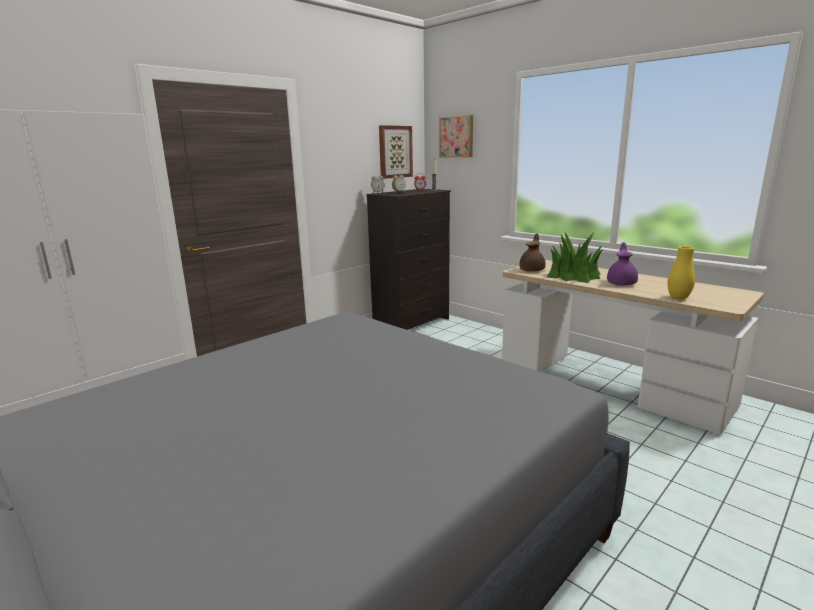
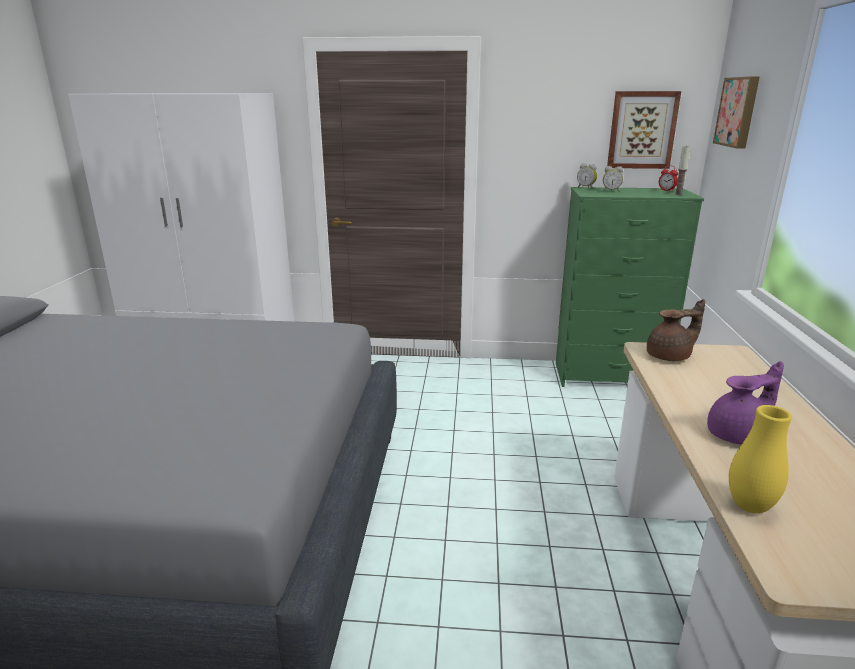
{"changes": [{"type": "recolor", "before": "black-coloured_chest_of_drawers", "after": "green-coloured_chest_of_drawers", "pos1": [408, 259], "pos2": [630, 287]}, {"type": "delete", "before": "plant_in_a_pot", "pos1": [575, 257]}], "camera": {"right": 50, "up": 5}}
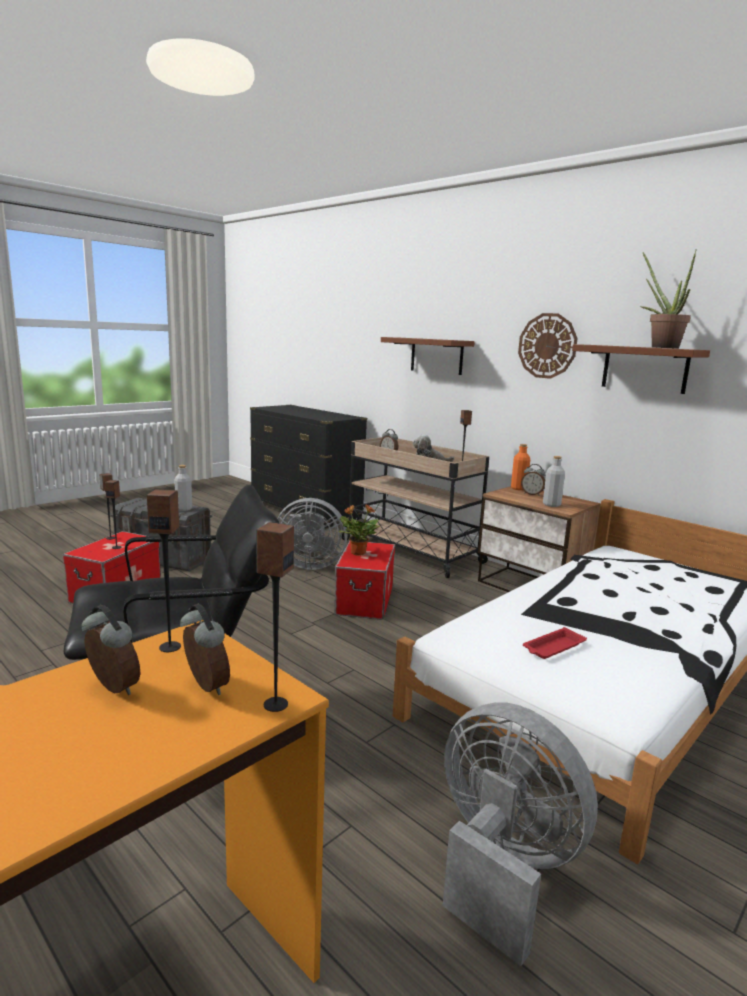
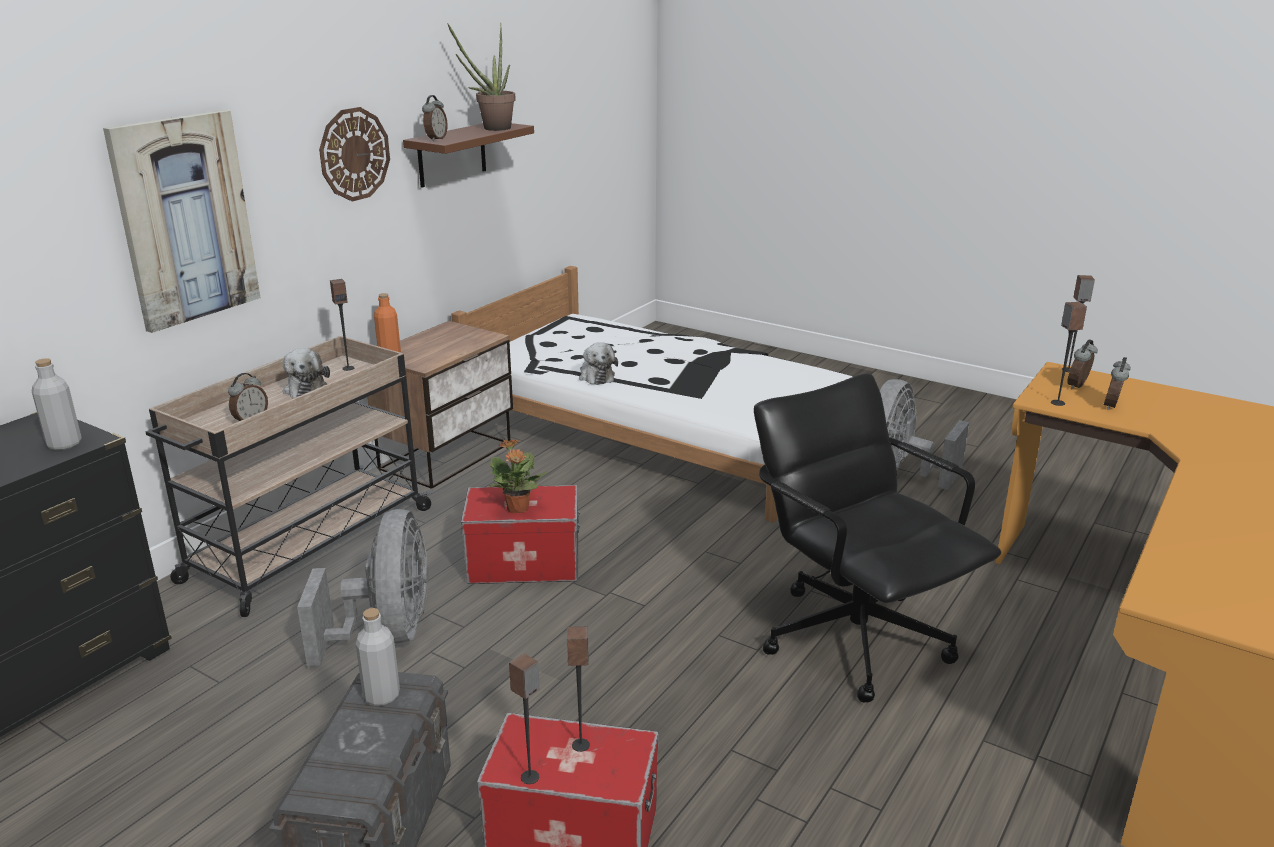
{"changes": [{"type": "replace", "before": "brown_bracket_shelf", "after": "picture", "pos1": [428, 356], "pos2": [182, 221]}, {"type": "move", "before": "grey_beverage_bottle", "pos1": [554, 481], "pos2": [57, 404]}, {"type": "move", "before": "bedside_clock", "pos1": [533, 480], "pos2": [435, 118]}, {"type": "delete", "before": "reddish_serving_tray", "pos1": [555, 643]}, {"type": "insert", "after": "plush_toy", "pos2": [598, 363]}], "camera": {"right": -100, "up": 10}}
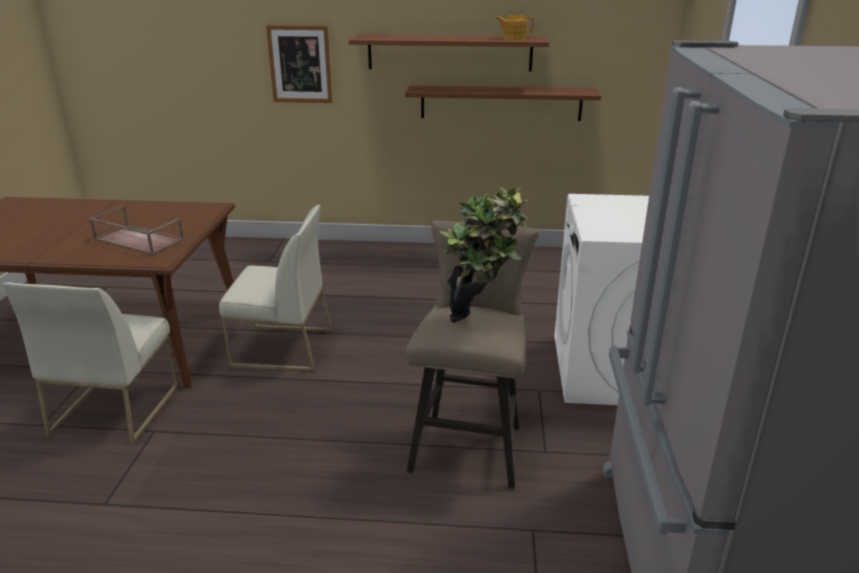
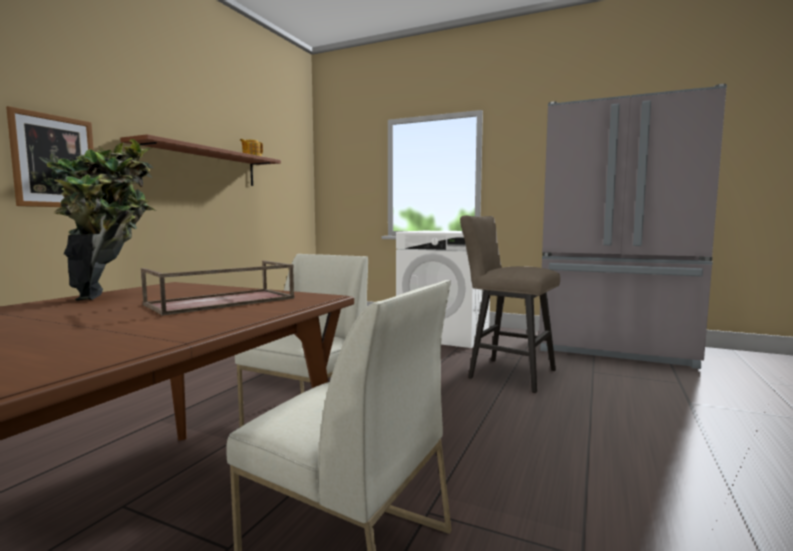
{"changes": [{"type": "delete", "before": "brown_bracket_shelf", "pos1": [503, 103]}, {"type": "move", "before": "plant_in_a_pot", "pos1": [484, 255], "pos2": [102, 220]}], "camera": {"right": -70, "up": -20}}
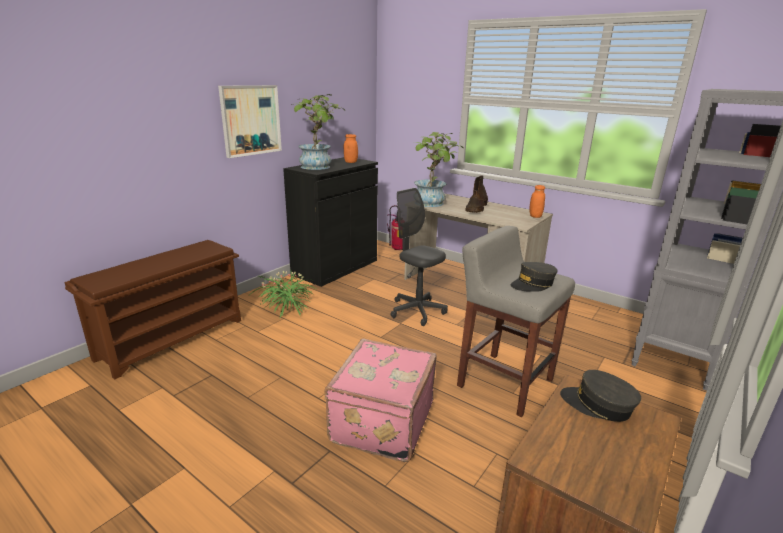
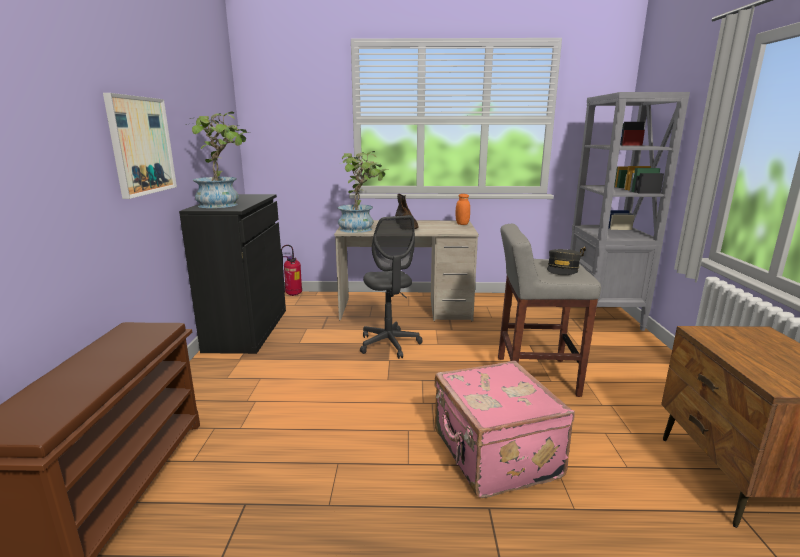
{"changes": [{"type": "delete", "before": "orangey_jar", "pos1": [351, 148]}, {"type": "rotate", "before": "grey_computer_chair", "pos1": [419, 257], "pos2": [391, 287], "turn": -120}, {"type": "delete", "before": "plant_in_a_pot", "pos1": [283, 294]}, {"type": "delete", "before": "grey_baseball_cap", "pos1": [600, 396]}], "camera": {"right": -35, "up": -5}}
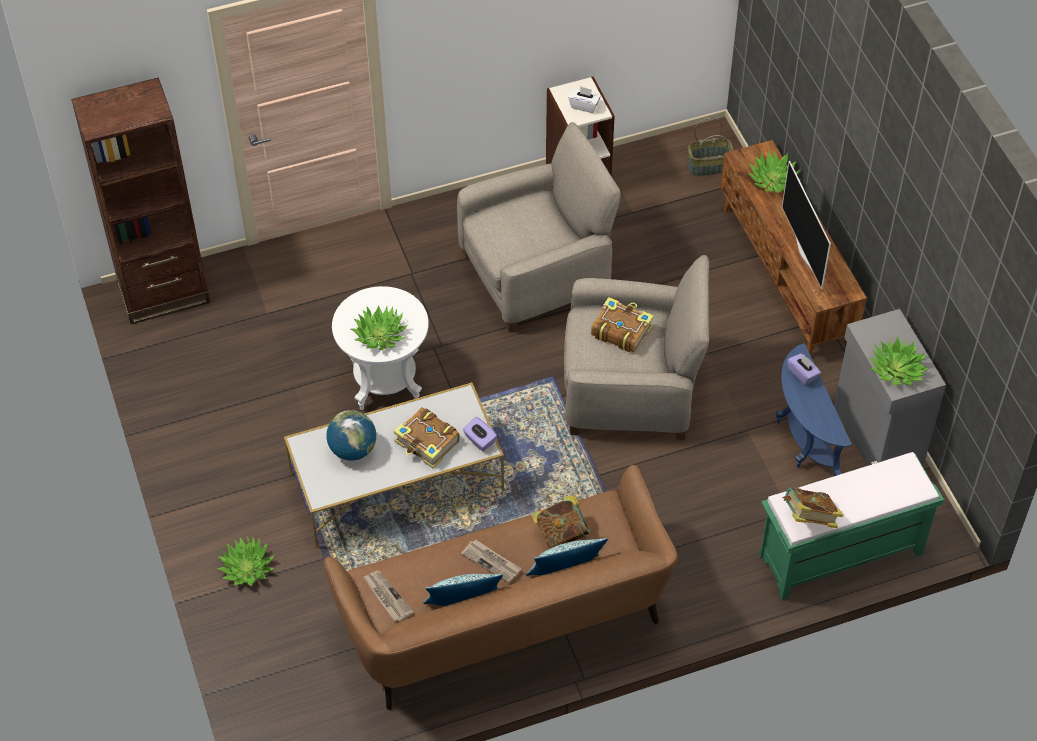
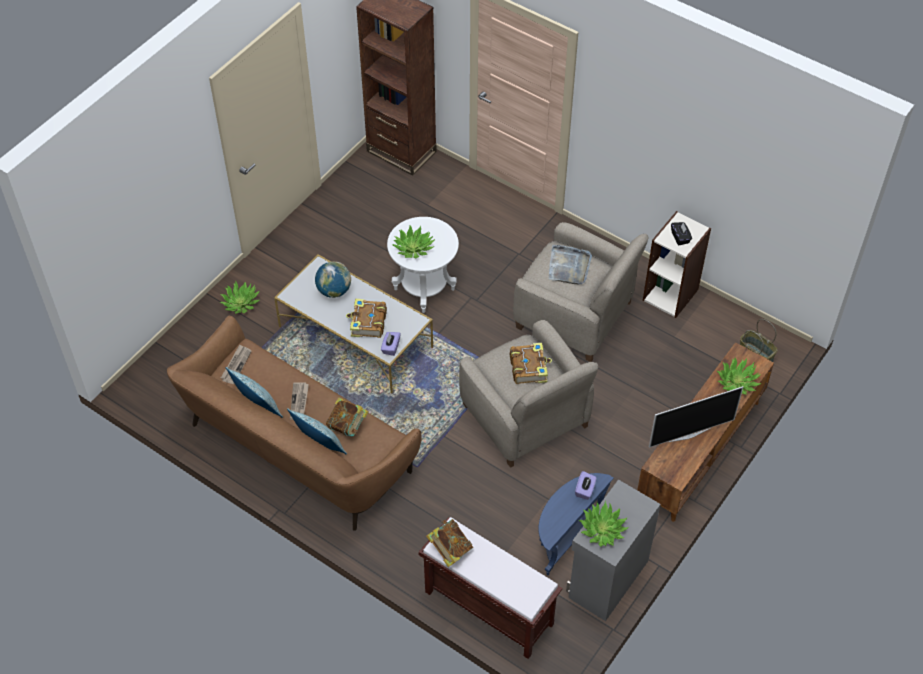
{"changes": [{"type": "recolor", "before": "whitish_tissue_holder", "after": "black-coloured_tissue_holder", "pos1": [585, 99], "pos2": [681, 233]}, {"type": "rotate", "before": "television", "pos1": [806, 225], "pos2": [696, 417], "turn": -150}, {"type": "recolor", "before": "green-coloured_bench", "after": "brown_bench", "pos1": [851, 526], "pos2": [490, 588]}, {"type": "insert", "after": "grey_serving_tray", "pos2": [570, 264]}], "camera": {"right": 55, "up": 0}}
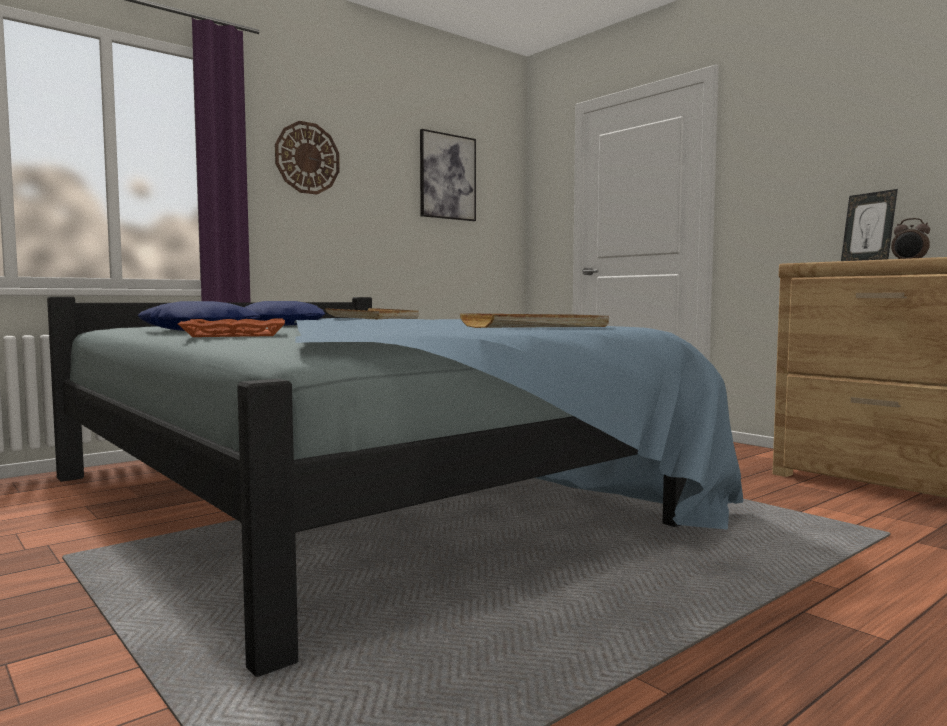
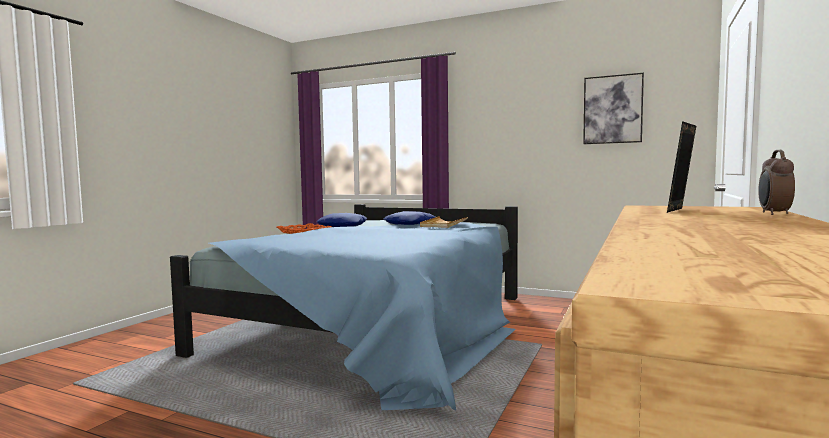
{"changes": [{"type": "delete", "before": "clock_on_the_wall", "pos1": [307, 157]}, {"type": "delete", "before": "beige_serving_tray", "pos1": [534, 320]}], "camera": {"right": 65, "up": 0}}
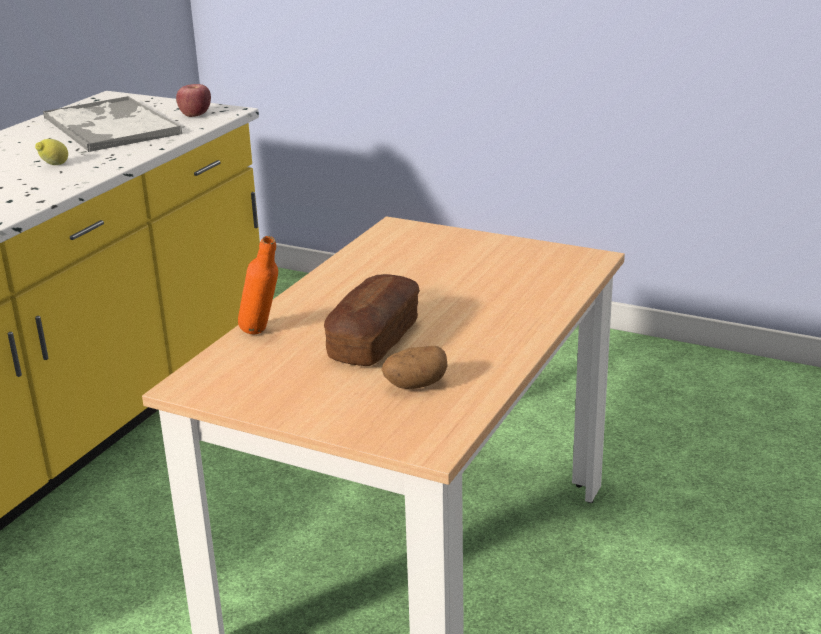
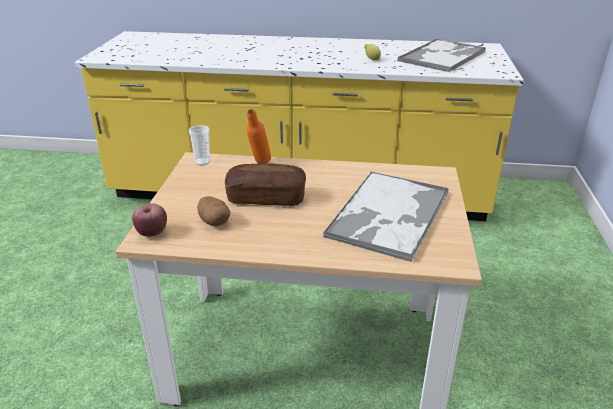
{"changes": [{"type": "move", "before": "whole_apple", "pos1": [193, 100], "pos2": [149, 220]}, {"type": "insert", "after": "cup", "pos2": [199, 145]}, {"type": "insert", "after": "serving_tray", "pos2": [386, 217]}], "camera": {"right": 70, "up": 5}}
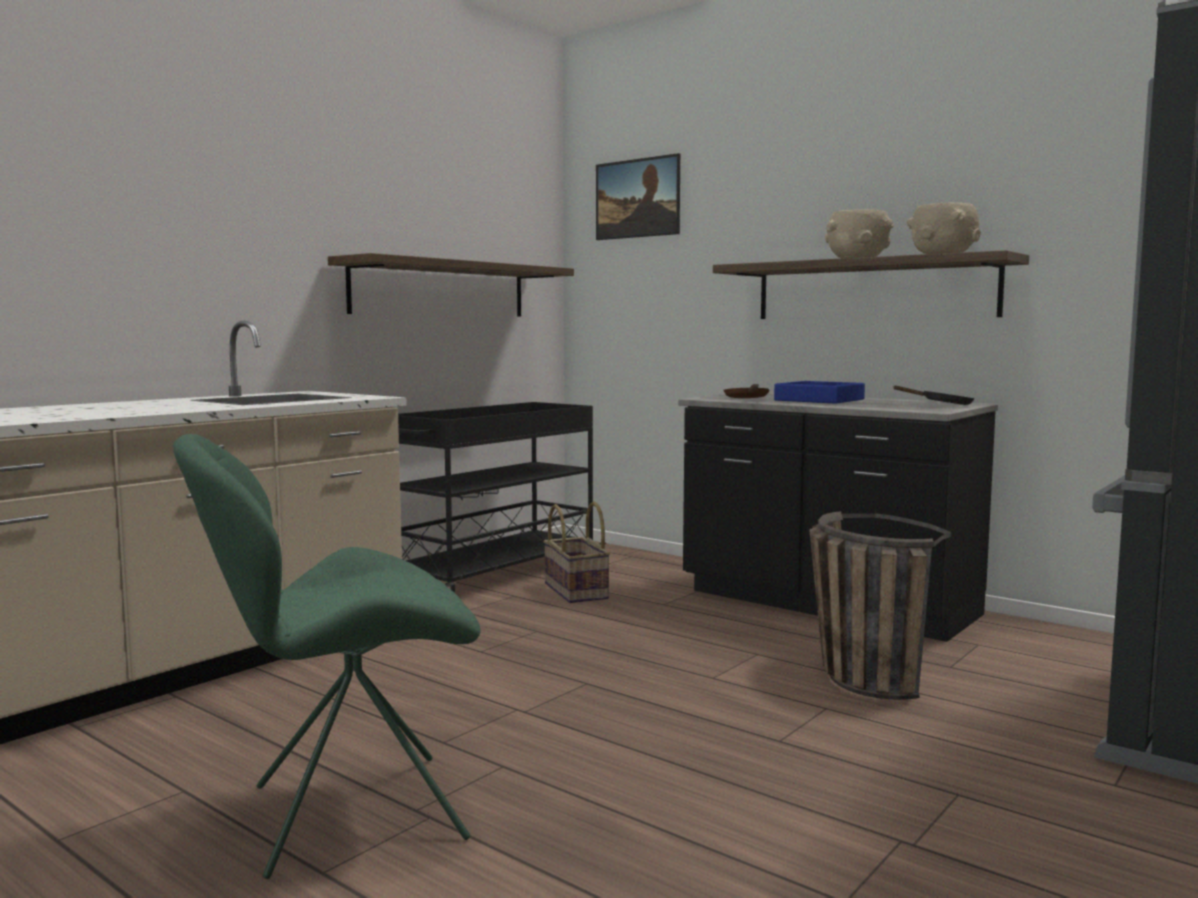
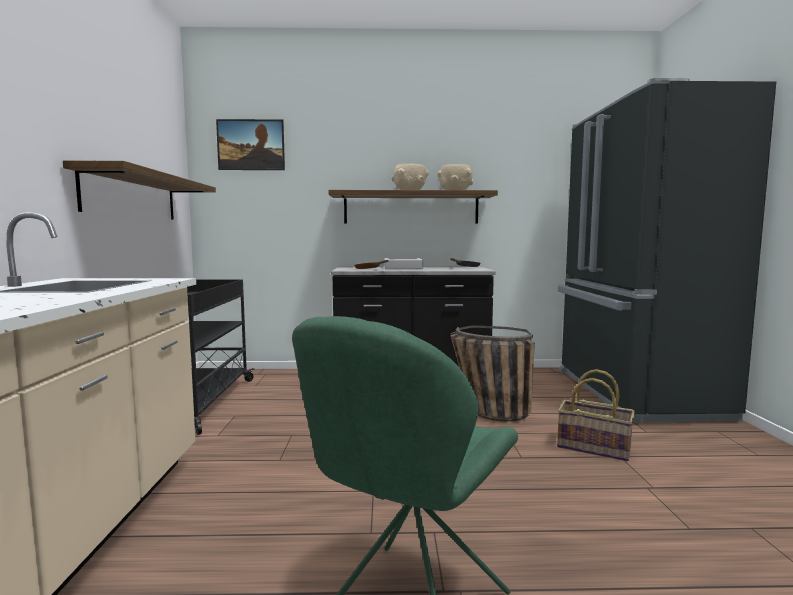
{"changes": [{"type": "recolor", "before": "blue-coloured_serving_tray", "after": "grey_serving_tray", "pos1": [819, 392], "pos2": [403, 263]}, {"type": "move", "before": "storage_basket", "pos1": [576, 552], "pos2": [596, 415]}], "camera": {"right": -40, "up": 0}}
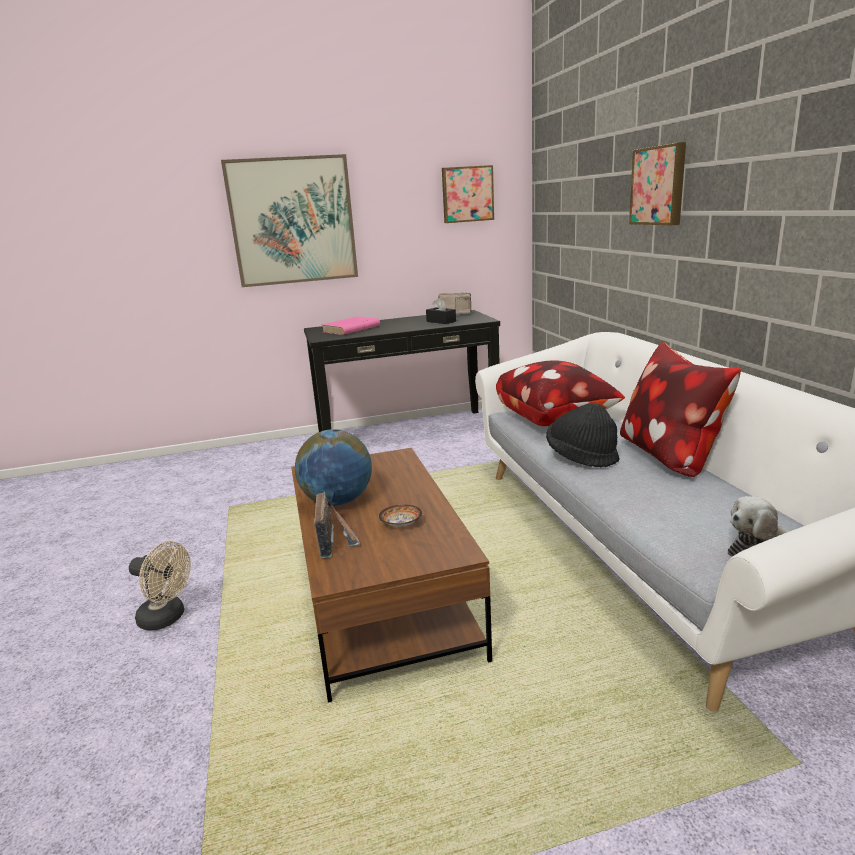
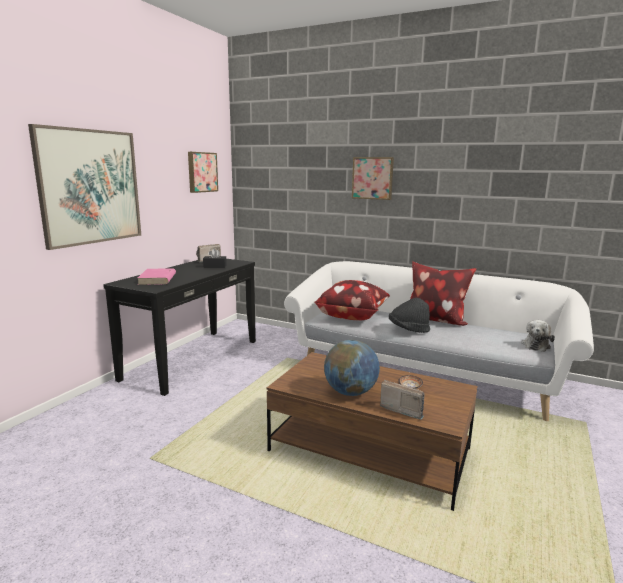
{"changes": [{"type": "delete", "before": "beige_electric_fan", "pos1": [160, 585]}], "camera": {"right": -50, "up": -5}}
